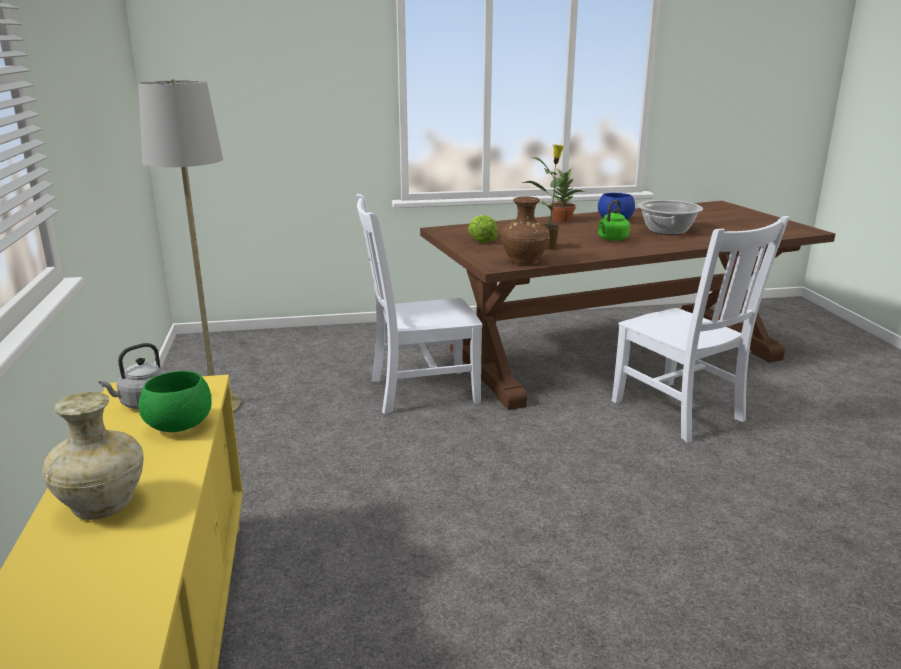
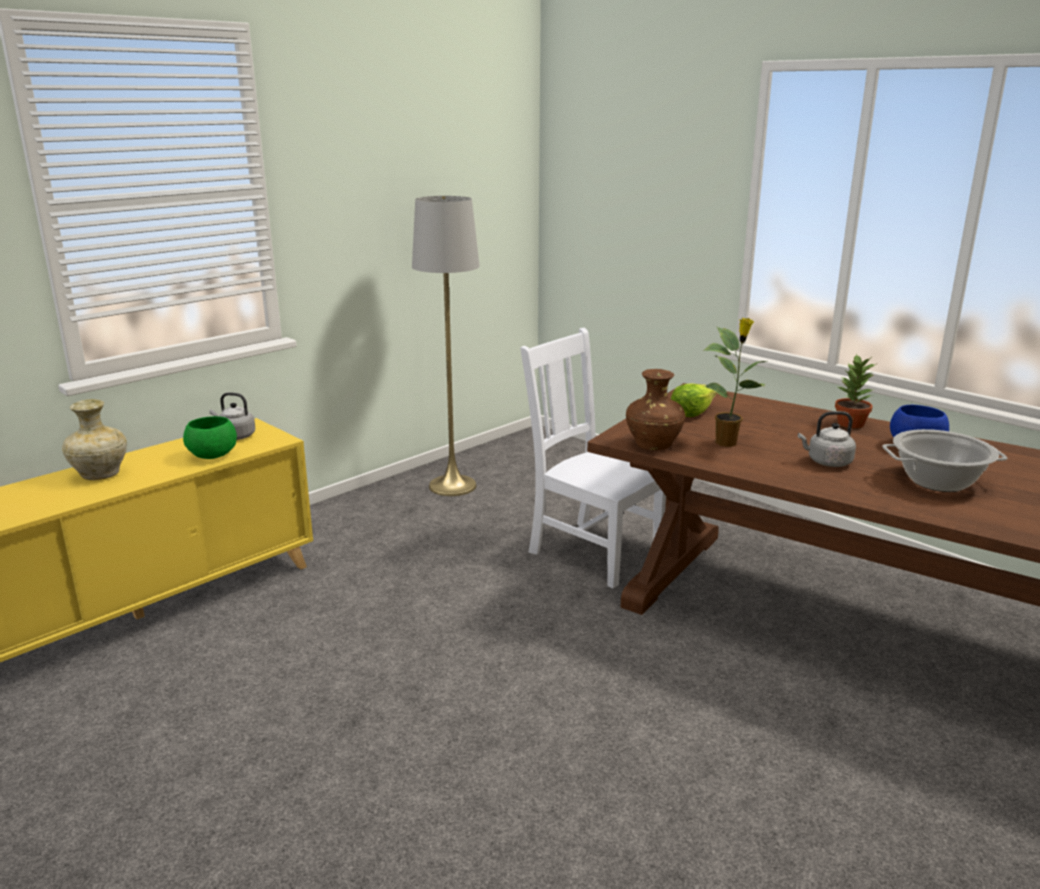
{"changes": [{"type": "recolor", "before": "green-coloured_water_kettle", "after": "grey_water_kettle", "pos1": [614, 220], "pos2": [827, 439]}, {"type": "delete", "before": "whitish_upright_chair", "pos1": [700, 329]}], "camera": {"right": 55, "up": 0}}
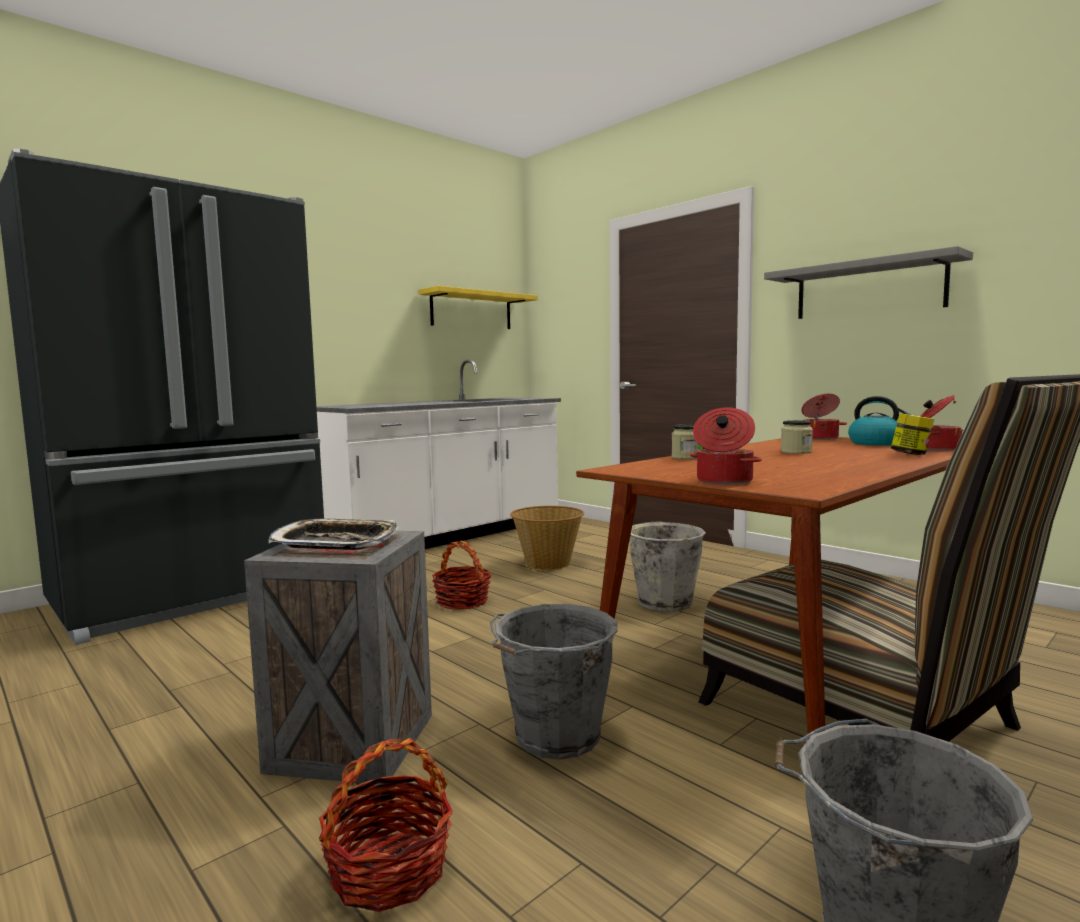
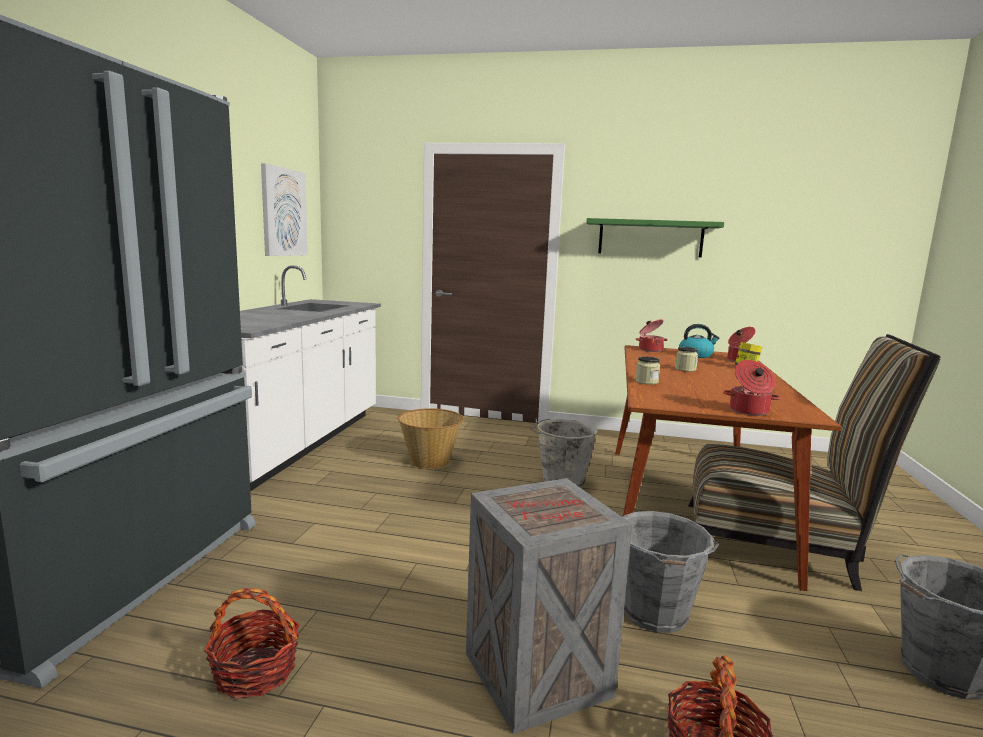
{"changes": [{"type": "recolor", "before": "grey_bracket_shelf", "after": "green-coloured_bracket_shelf", "pos1": [868, 282], "pos2": [655, 237]}, {"type": "replace", "before": "yellow_bracket_shelf", "after": "picture", "pos1": [478, 307], "pos2": [284, 209]}, {"type": "delete", "before": "serving_tray", "pos1": [333, 534]}, {"type": "move", "before": "storage_basket", "pos1": [461, 575], "pos2": [252, 643]}], "camera": {"right": -35, "up": 5}}
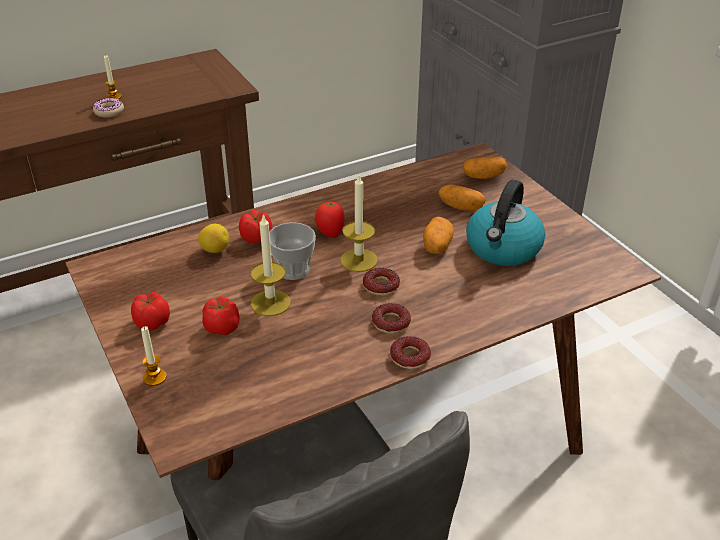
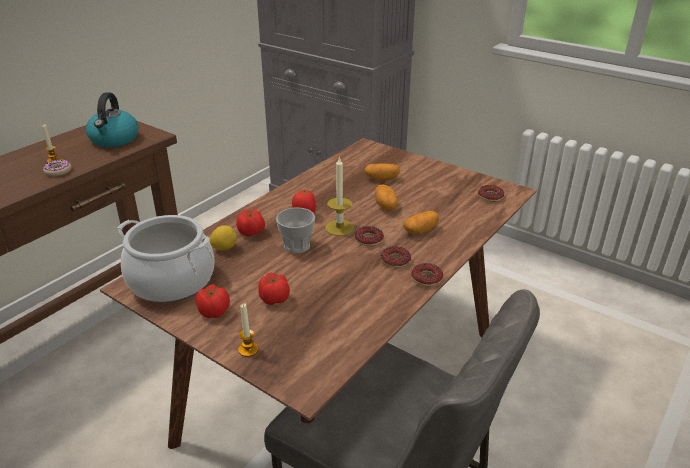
{"changes": [{"type": "move", "before": "whole_potato", "pos1": [484, 168], "pos2": [421, 222]}, {"type": "move", "before": "water_kettle", "pos1": [505, 223], "pos2": [112, 119]}, {"type": "delete", "before": "candle", "pos1": [271, 265]}, {"type": "insert", "after": "donut", "pos2": [491, 193]}, {"type": "insert", "after": "stockpot", "pos2": [166, 259]}], "camera": {"right": -25, "up": -5}}
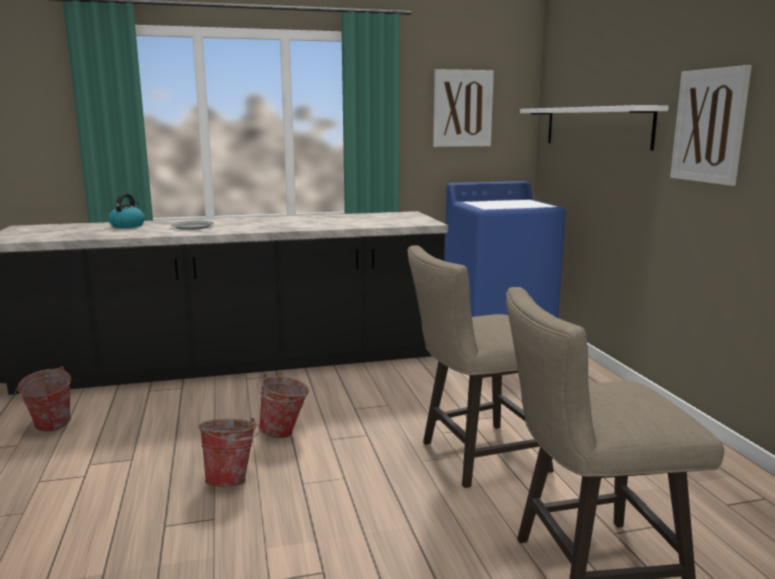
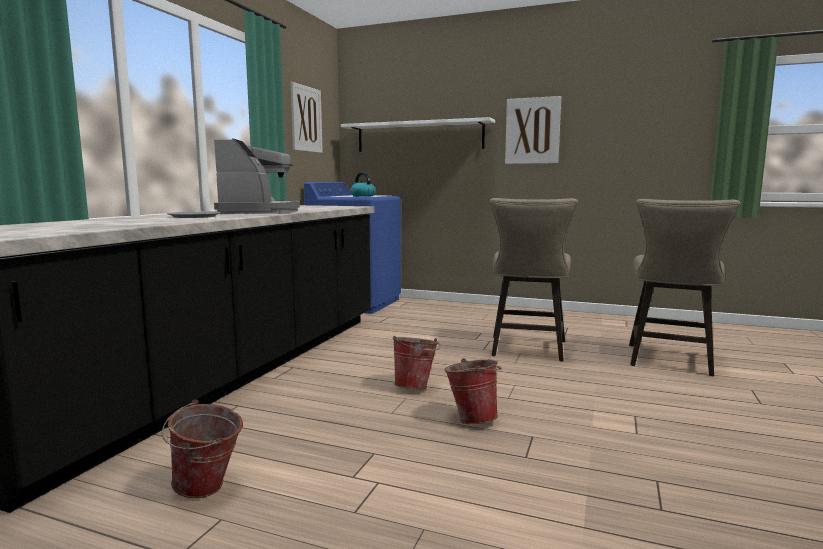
{"changes": [{"type": "move", "before": "water_kettle", "pos1": [126, 210], "pos2": [363, 184]}, {"type": "insert", "after": "coffee_machine", "pos2": [257, 176]}], "camera": {"right": -55, "up": -5}}
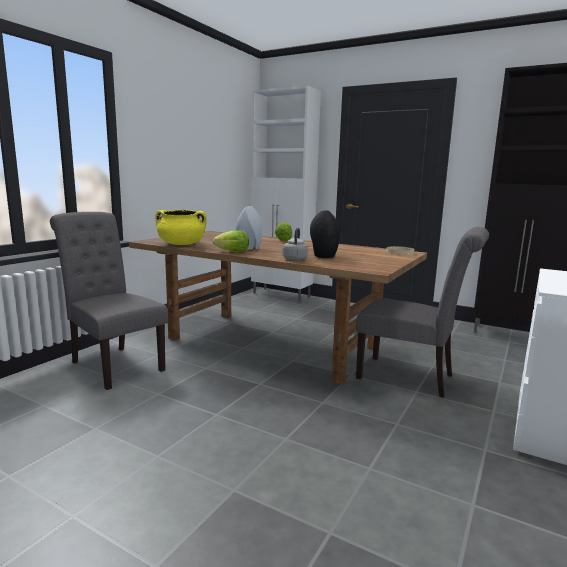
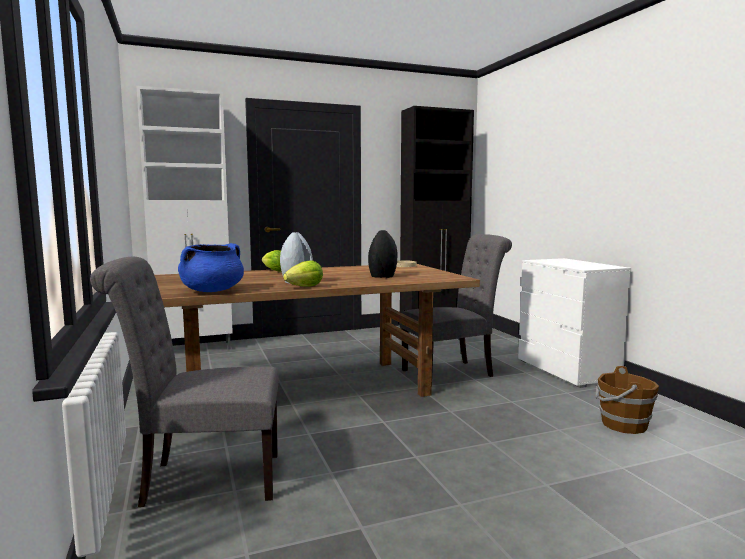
{"changes": [{"type": "recolor", "before": "yellow_stockpot", "after": "blue-coloured_stockpot", "pos1": [181, 227], "pos2": [211, 267]}, {"type": "delete", "before": "grey_water_kettle", "pos1": [295, 244]}, {"type": "insert", "after": "brown_bucket", "pos2": [627, 400]}], "camera": {"right": -50, "up": -5}}
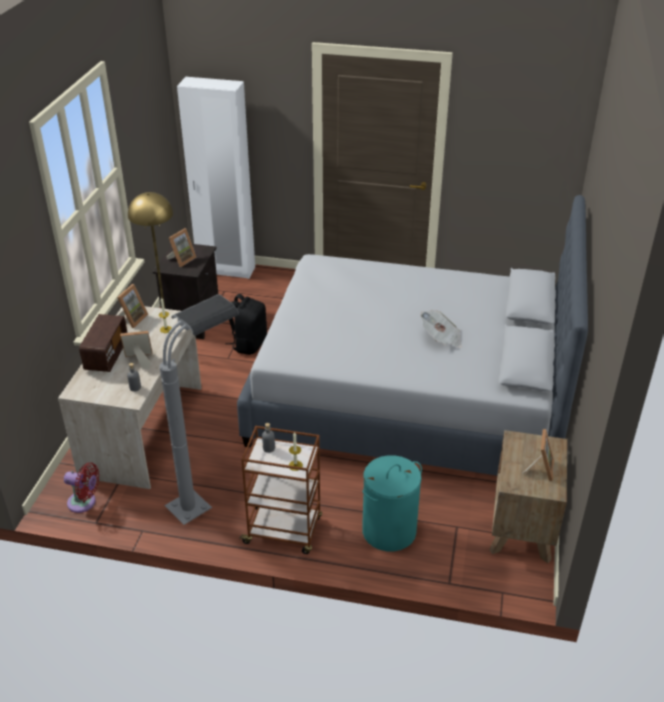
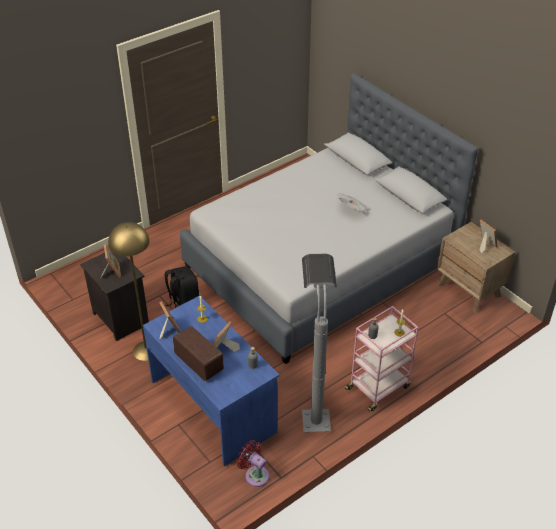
{"changes": [{"type": "delete", "before": "whitish_wardrobe", "pos1": [216, 178]}, {"type": "recolor", "before": "beige_desk_unit", "after": "blue-coloured_desk_unit", "pos1": [130, 397], "pos2": [211, 381]}, {"type": "recolor", "before": "brown_cart", "after": "pink_cart", "pos1": [280, 490], "pos2": [381, 359]}, {"type": "delete", "before": "blue-green_laundry_basket", "pos1": [392, 503]}, {"type": "rotate", "before": "reddish_electric_fan", "pos1": [82, 487], "pos2": [252, 463], "turn": -105}], "camera": {"right": -50, "up": 5}}
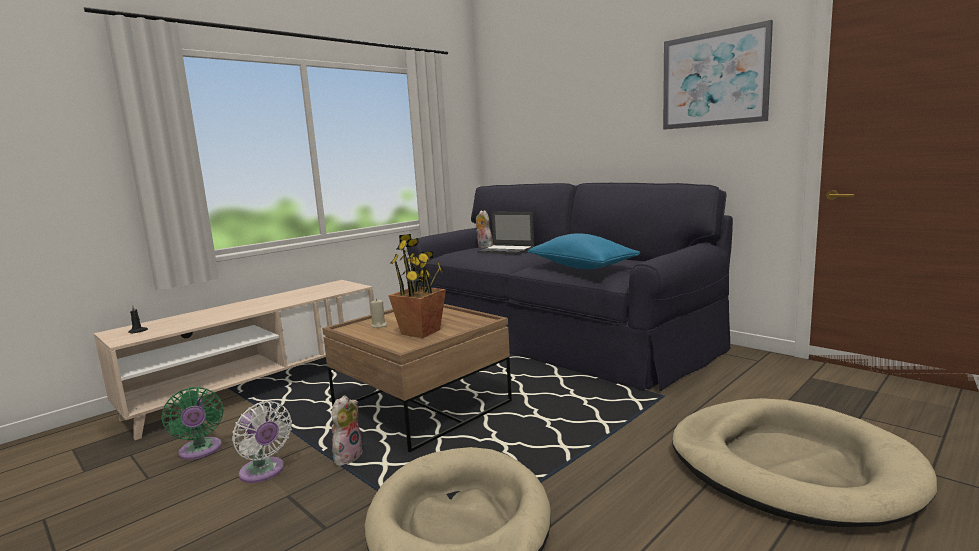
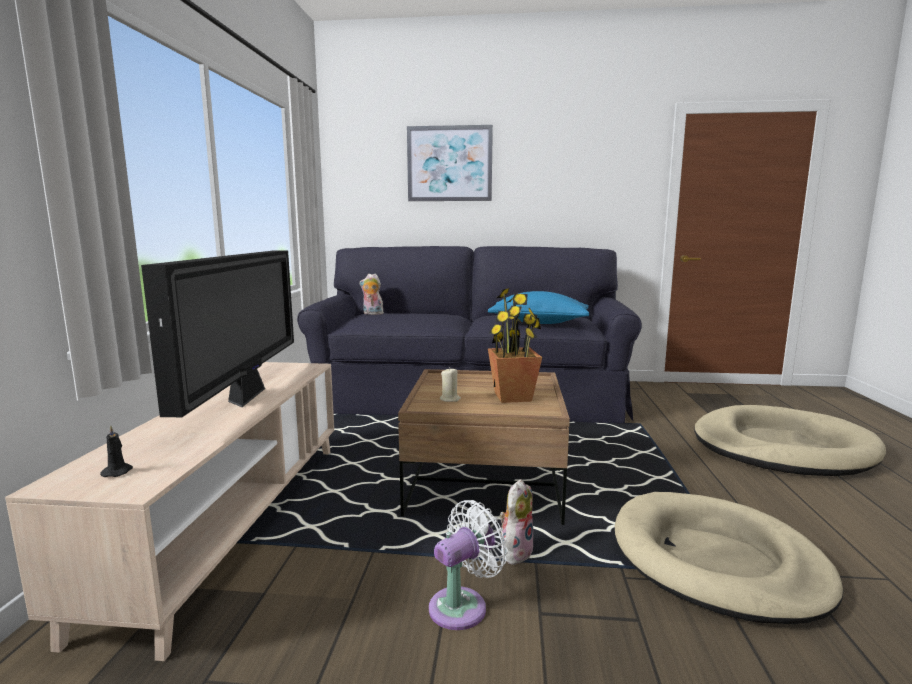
{"changes": [{"type": "move", "before": "picture", "pos1": [718, 75], "pos2": [450, 163]}, {"type": "delete", "before": "notebook_computer", "pos1": [505, 232]}, {"type": "delete", "before": "green-coloured_electric_fan", "pos1": [192, 423]}, {"type": "rotate", "before": "plush_toy", "pos1": [347, 430], "pos2": [516, 522], "turn": 45}, {"type": "rotate", "before": "whitish_electric_fan", "pos1": [262, 442], "pos2": [468, 565], "turn": -45}, {"type": "insert", "after": "television", "pos2": [217, 333]}], "camera": {"right": -40, "up": 0}}
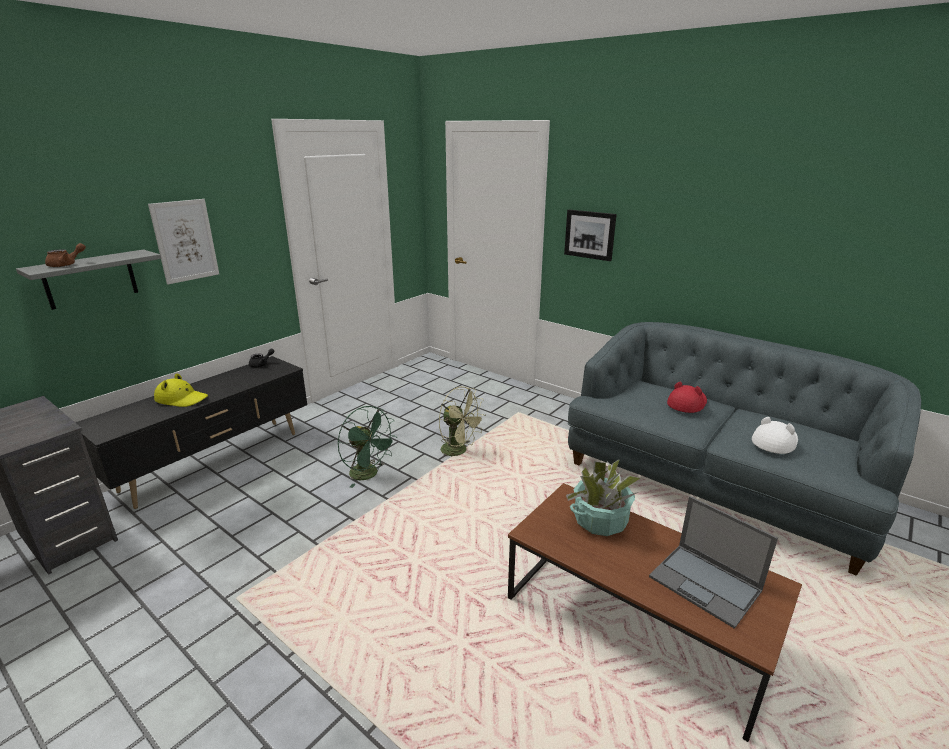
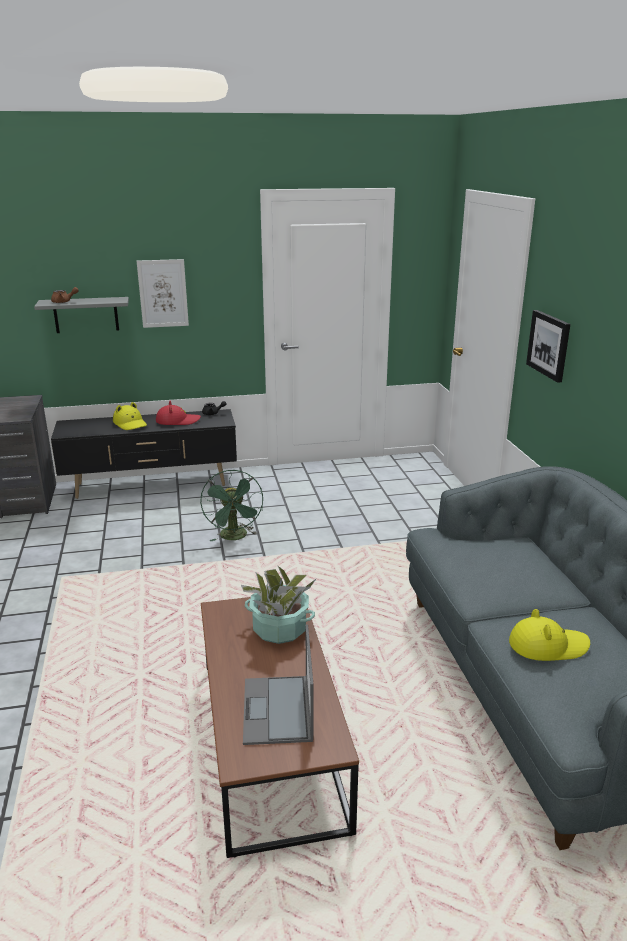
{"changes": [{"type": "move", "before": "reddish_clothing_hat", "pos1": [687, 397], "pos2": [178, 413]}, {"type": "delete", "before": "green-coloured_electric_fan", "pos1": [462, 421]}, {"type": "recolor", "before": "whitish_clothing_hat", "after": "yellow_clothing_hat", "pos1": [775, 435], "pos2": [549, 635]}], "camera": {"right": 40, "up": 0}}
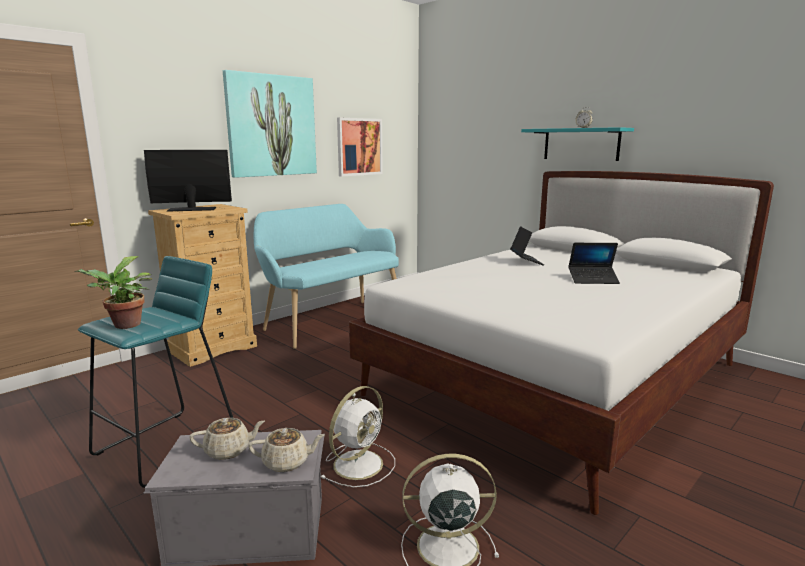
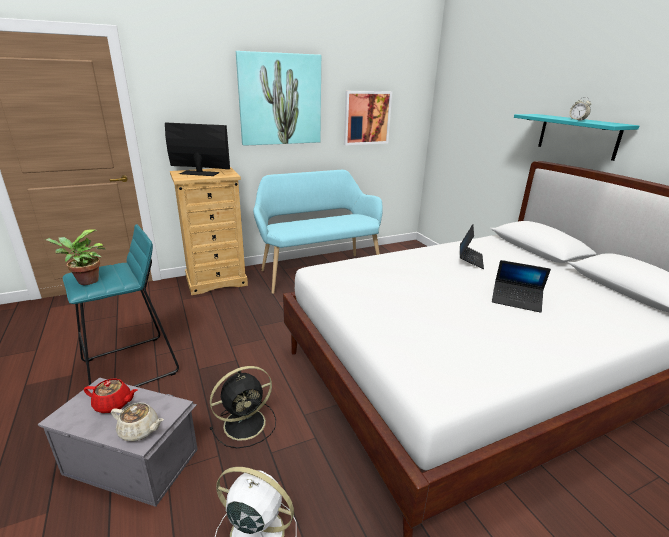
{"changes": [{"type": "recolor", "before": "whitish_electric_fan", "after": "black-coloured_electric_fan", "pos1": [358, 436], "pos2": [243, 407]}, {"type": "recolor", "before": "beige_pot_for_tea", "after": "reddish_pot_for_tea", "pos1": [227, 439], "pos2": [111, 396]}], "camera": {"right": 20, "up": 10}}
